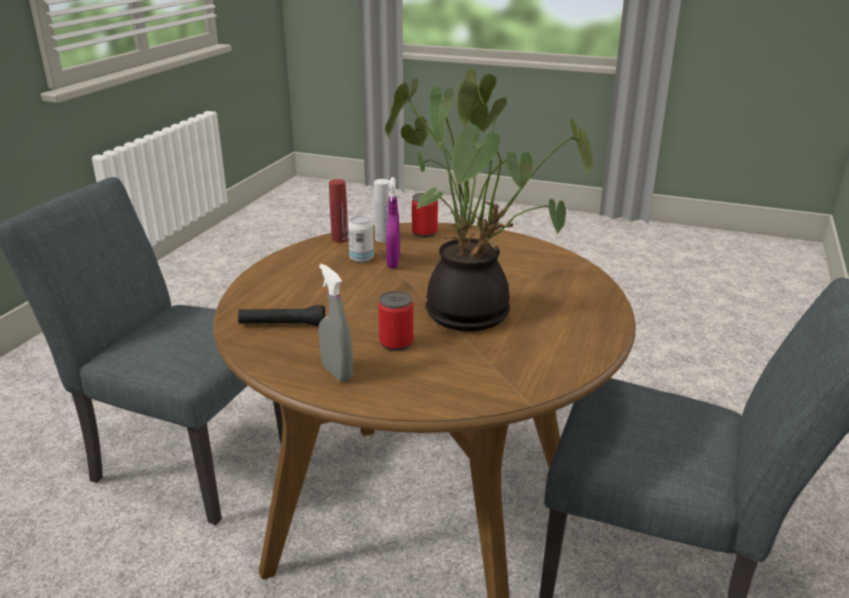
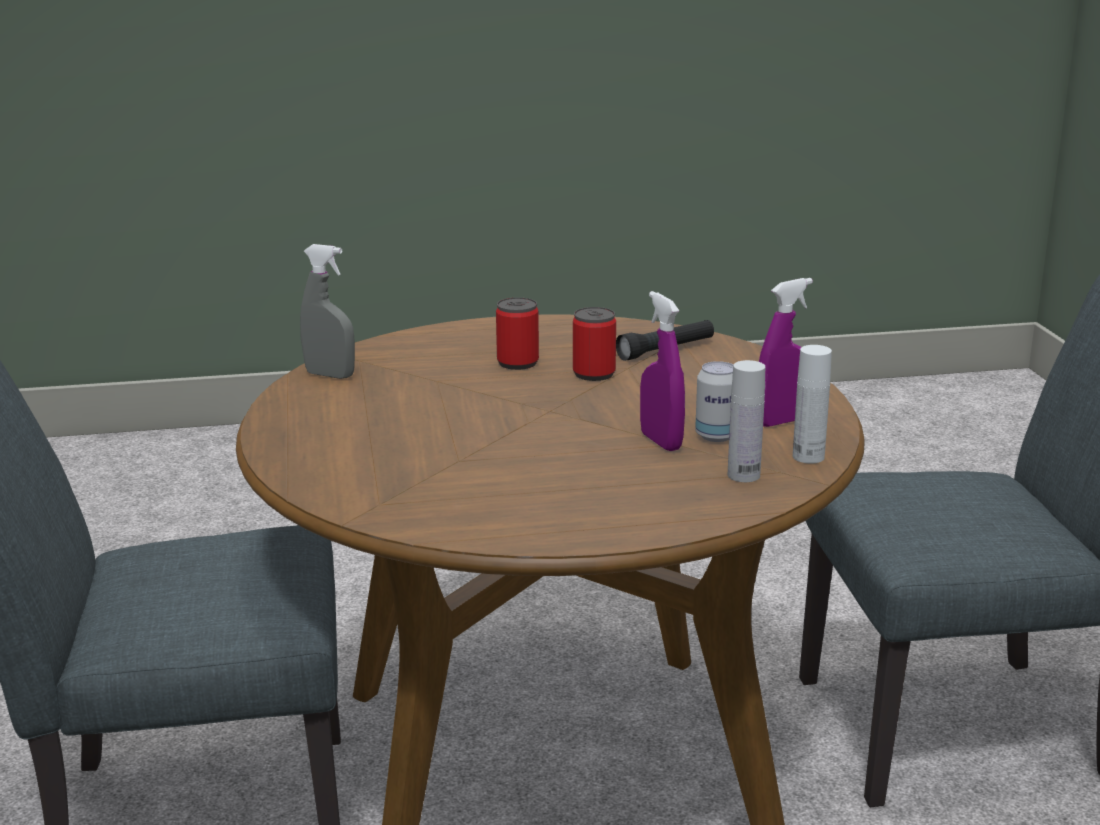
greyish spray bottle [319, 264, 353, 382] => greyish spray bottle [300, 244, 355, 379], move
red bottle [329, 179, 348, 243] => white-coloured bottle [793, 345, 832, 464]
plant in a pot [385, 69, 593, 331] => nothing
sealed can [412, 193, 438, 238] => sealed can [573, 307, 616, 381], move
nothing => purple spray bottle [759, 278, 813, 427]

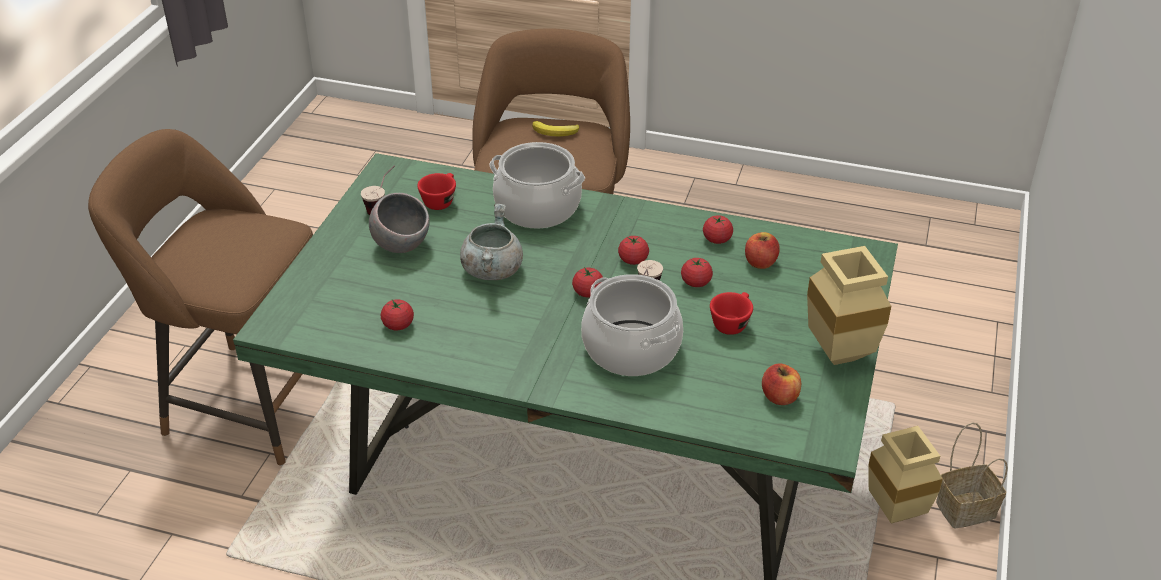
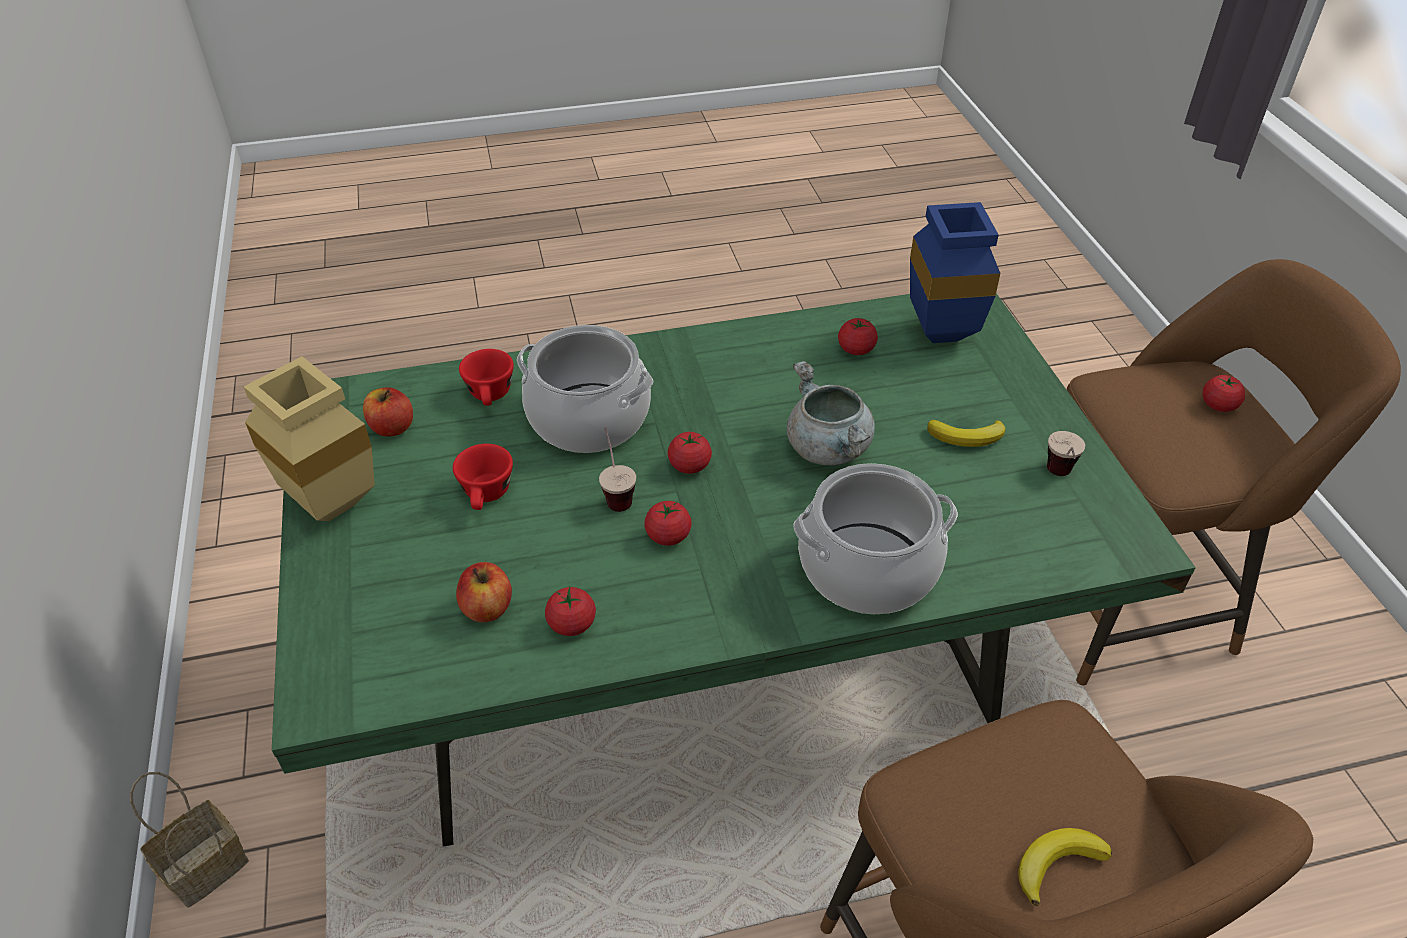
greyish serving bowl [369, 193, 430, 253] => banana fruit [927, 420, 1005, 447]
red small cup [417, 173, 456, 210] => red small cup [459, 349, 514, 406], move
whole tomato [681, 258, 713, 287] => whole tomato [1203, 375, 1245, 412], move
beige-coloured decorative vase [868, 426, 943, 523] => nothing
nothing => blue decorative vase [910, 202, 1001, 343]

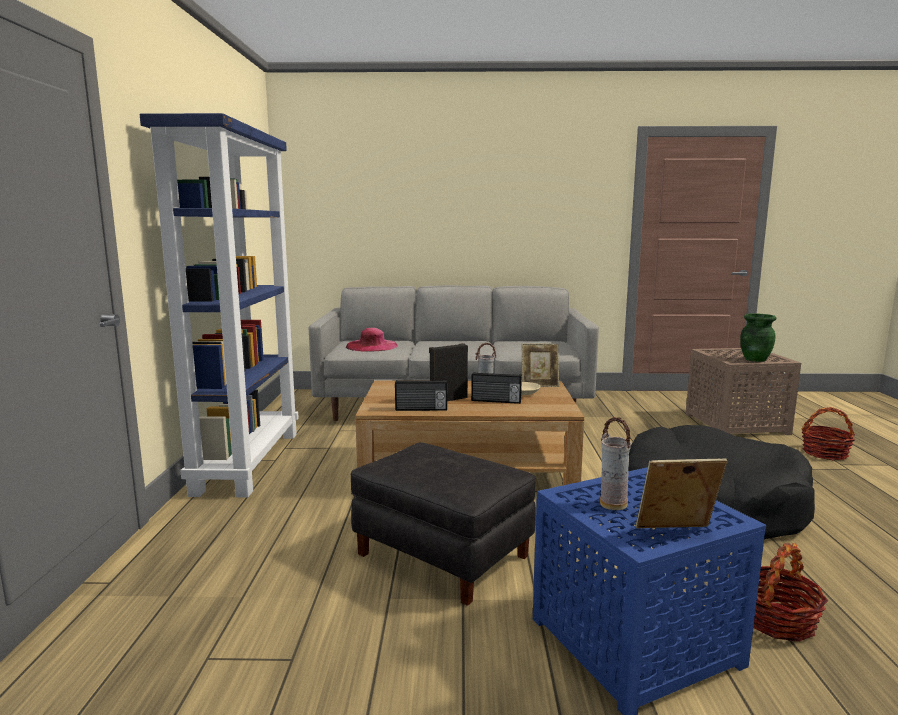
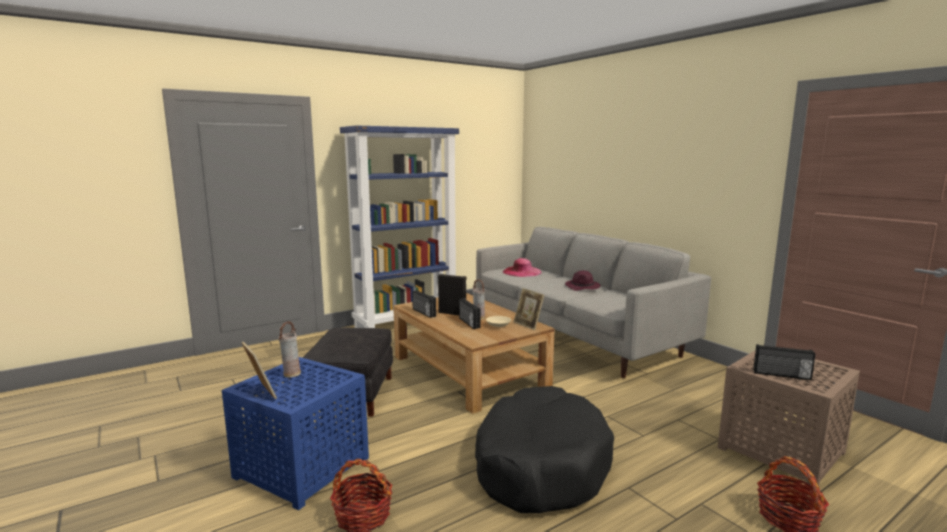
greenish decorative vase [740, 313, 776, 362] => radio [753, 344, 816, 380]
nothing => purple hat [565, 271, 601, 291]

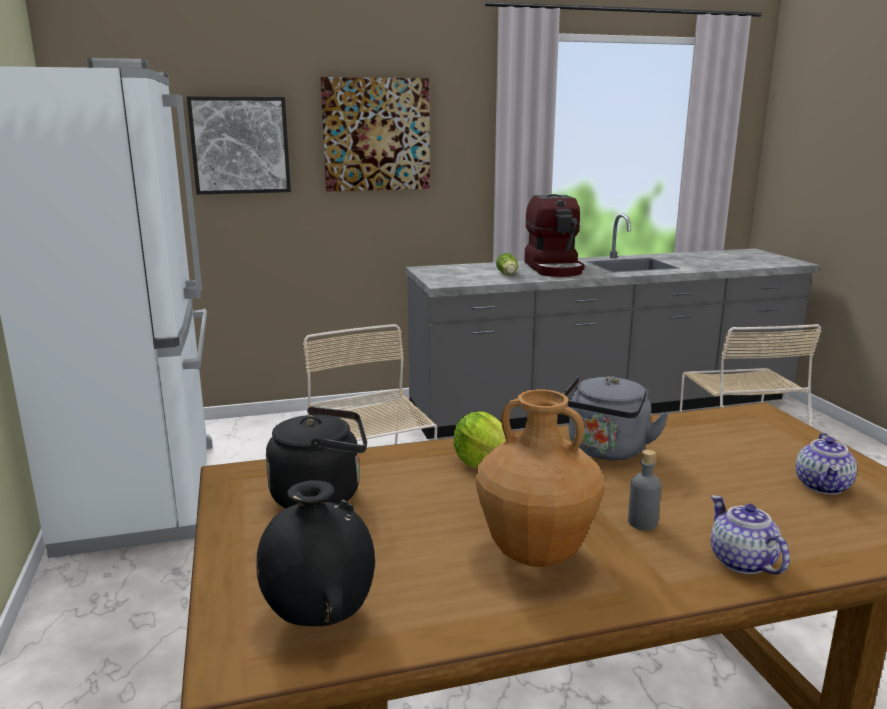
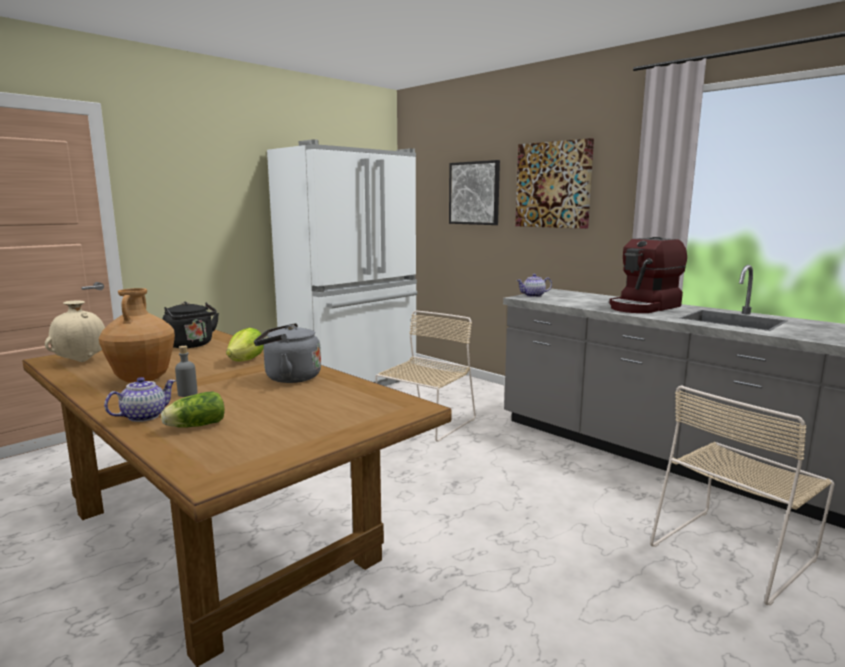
black decorative vase [256, 480, 375, 626] => beige-coloured decorative vase [45, 300, 105, 362]
lettuce [496, 253, 518, 275] => lettuce [161, 391, 225, 428], move
pot for tea [796, 433, 857, 494] => pot for tea [516, 274, 552, 297], move

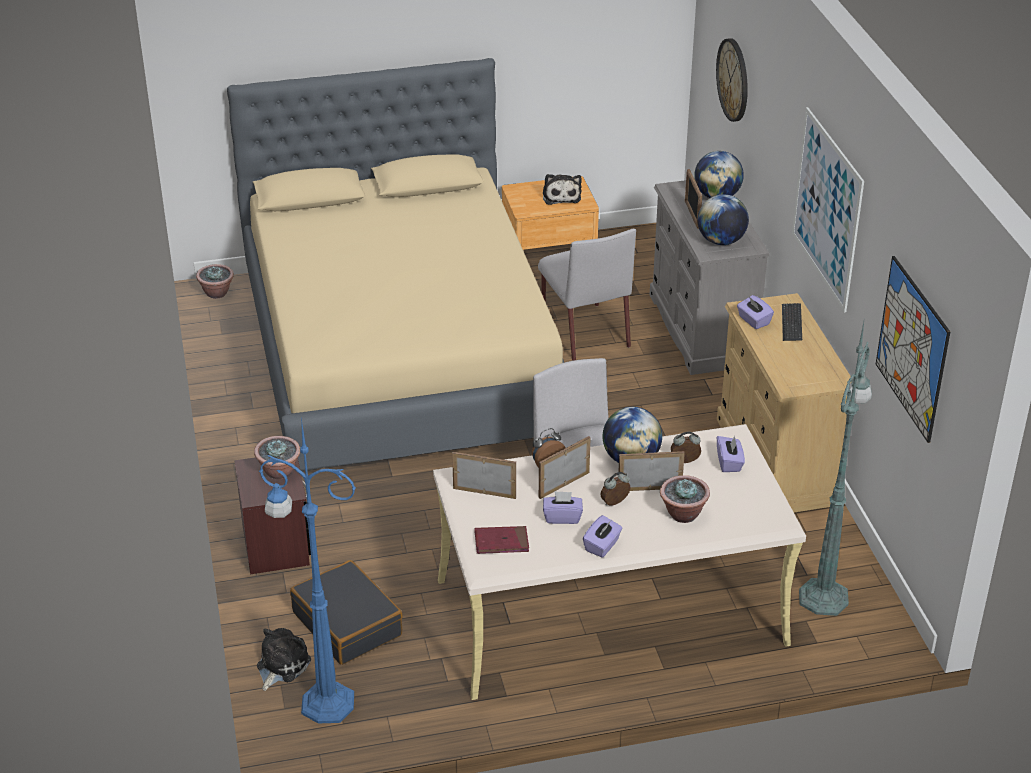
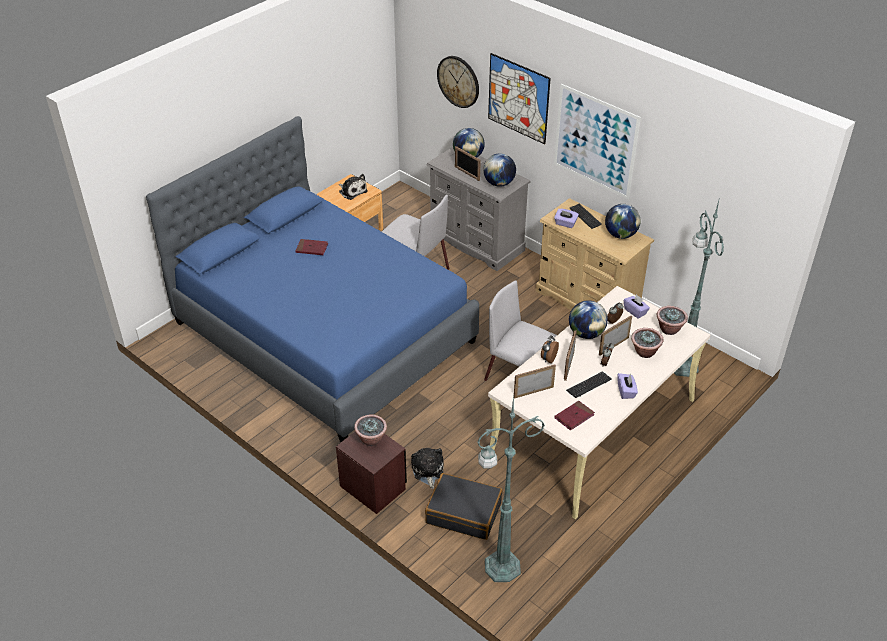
plant in a pot [196, 264, 234, 299] => plant in a pot [657, 306, 688, 335], move
beige-coloured sleeping bed [227, 58, 564, 471] => blue sleeping bed [146, 116, 479, 442]
plush toy [257, 628, 311, 691] => plush toy [411, 448, 444, 489], move
blue standard lamp [259, 418, 356, 724] => greenish standard lamp [477, 396, 545, 582]
purple tissue box [543, 491, 583, 524] => computer keyboard [566, 371, 612, 398]
picture [876, 256, 950, 443] => picture [488, 53, 551, 144], move
nothing => red volume [295, 239, 328, 255]
nothing => world globe [605, 204, 641, 239]

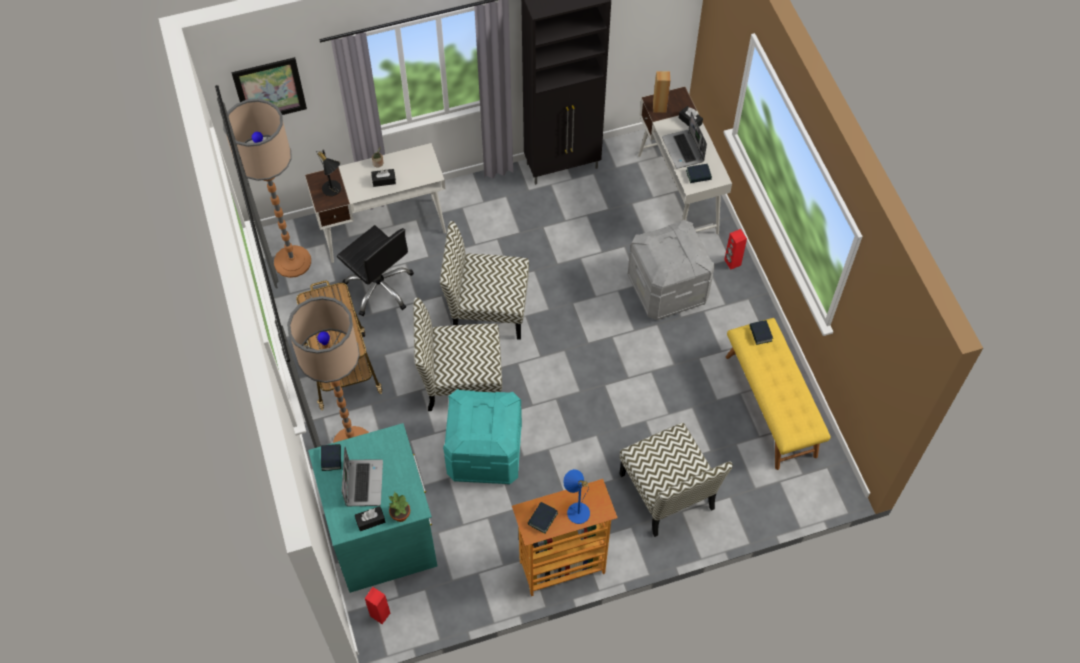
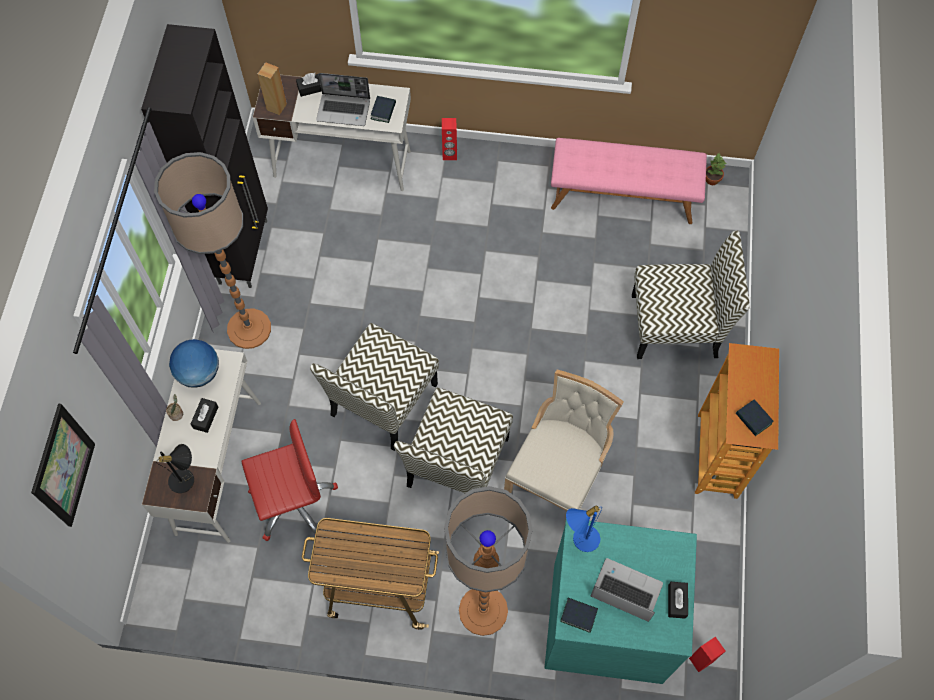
standard lamp [223, 99, 311, 278] => standard lamp [154, 152, 271, 349], move
black office chair [337, 225, 414, 316] => red office chair [241, 419, 338, 541]
plant in a pot [389, 493, 410, 522] => plant in a pot [706, 153, 727, 185], move
blue-green storage container [443, 389, 522, 484] => beige-coloured chair [504, 370, 624, 511]
blue table lamp [563, 469, 590, 524] => blue table lamp [566, 505, 602, 552], move
greyish storage container [628, 220, 715, 320] => nothing
yellowish long seat [726, 318, 831, 470] => pinkish long seat [551, 138, 707, 224]
volume [749, 320, 773, 345] => nothing
nothing => world globe [169, 339, 219, 388]

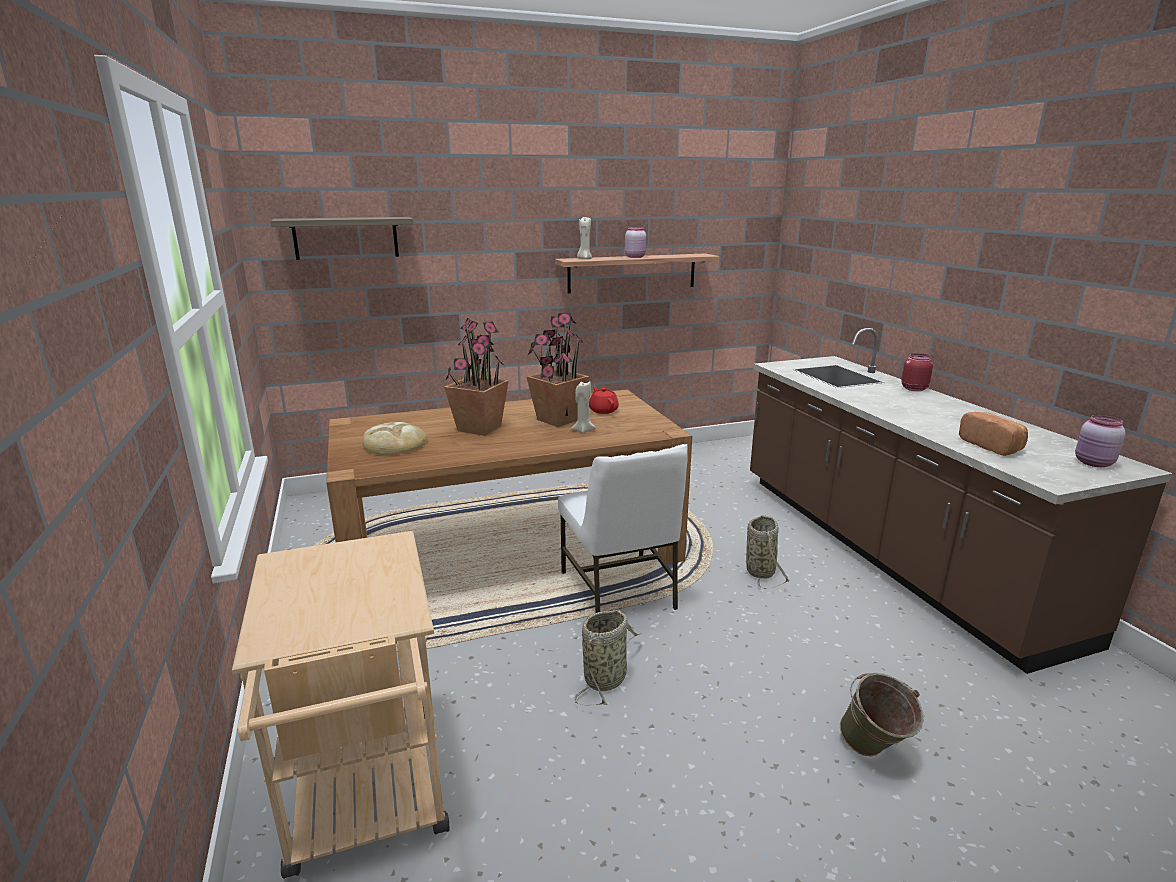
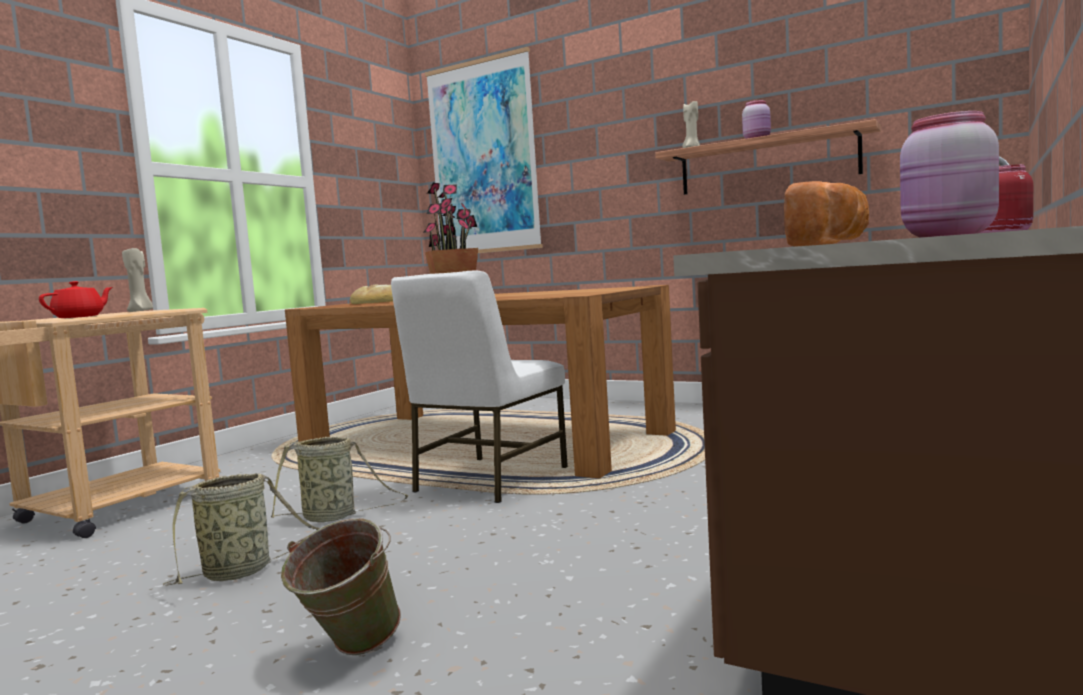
shelf [270, 217, 414, 260] => picture [425, 47, 543, 253]
plant in a pot [526, 313, 589, 427] => nothing
beige-coloured wax light [571, 381, 596, 433] => beige-coloured wax light [122, 248, 153, 312], move
red pot for tea [589, 386, 619, 414] => red pot for tea [39, 281, 113, 318], move
storage basket [746, 515, 790, 589] => storage basket [163, 473, 320, 586], move

